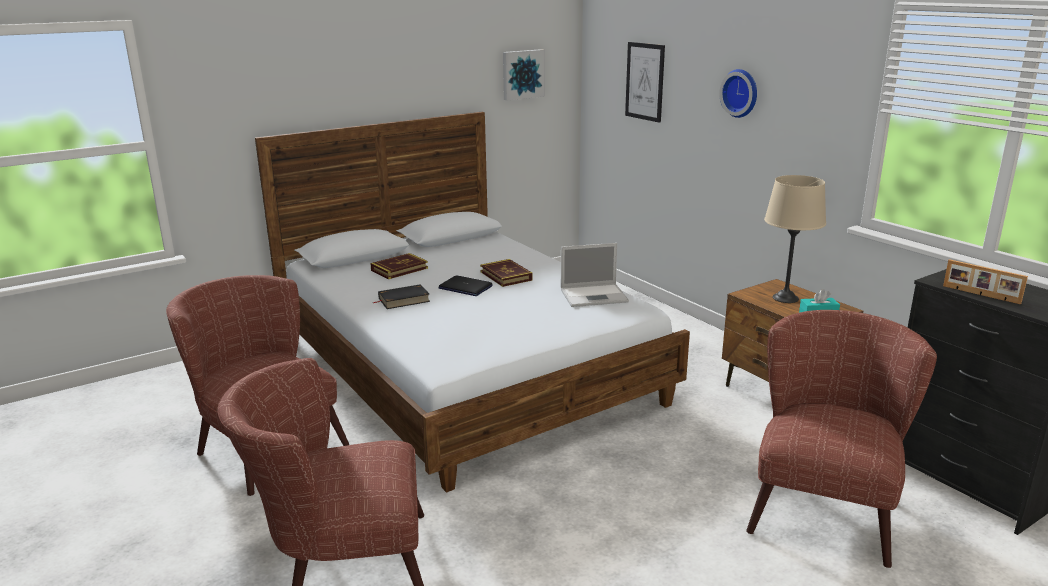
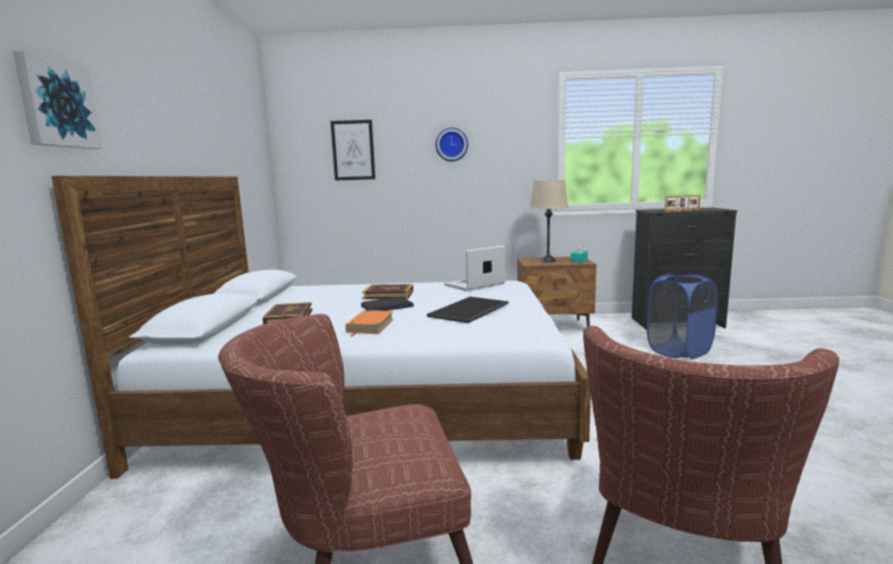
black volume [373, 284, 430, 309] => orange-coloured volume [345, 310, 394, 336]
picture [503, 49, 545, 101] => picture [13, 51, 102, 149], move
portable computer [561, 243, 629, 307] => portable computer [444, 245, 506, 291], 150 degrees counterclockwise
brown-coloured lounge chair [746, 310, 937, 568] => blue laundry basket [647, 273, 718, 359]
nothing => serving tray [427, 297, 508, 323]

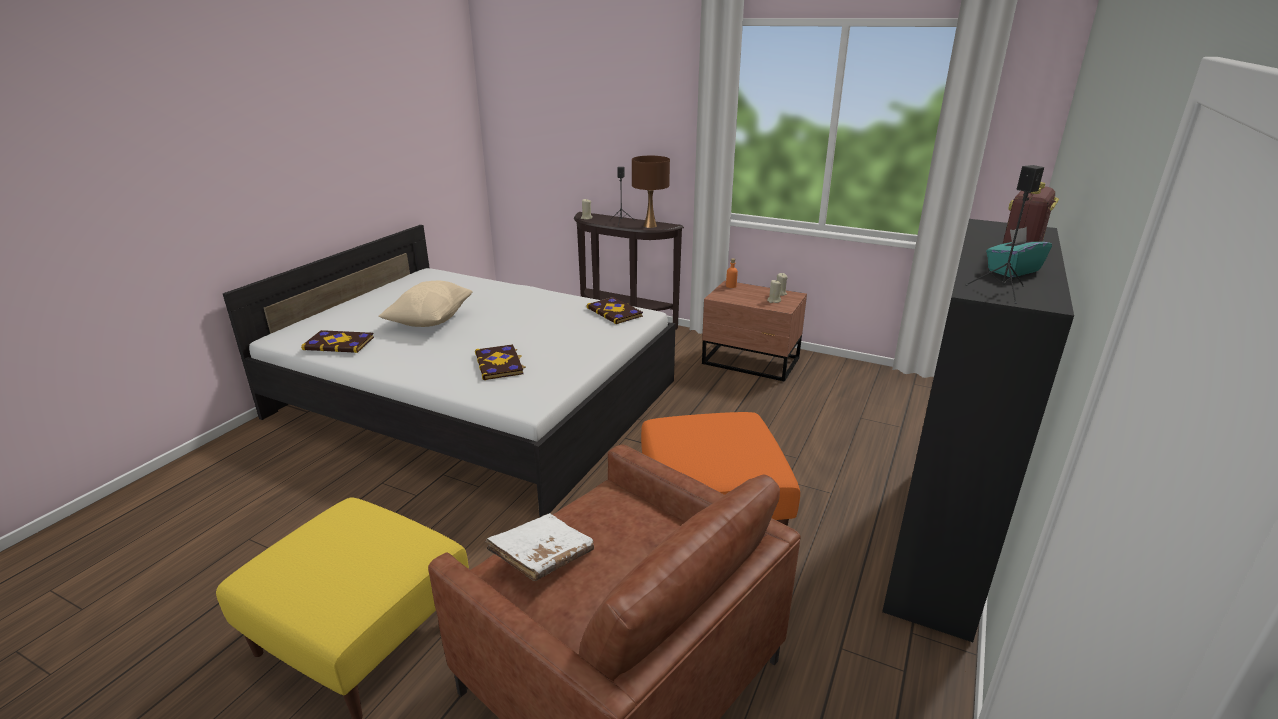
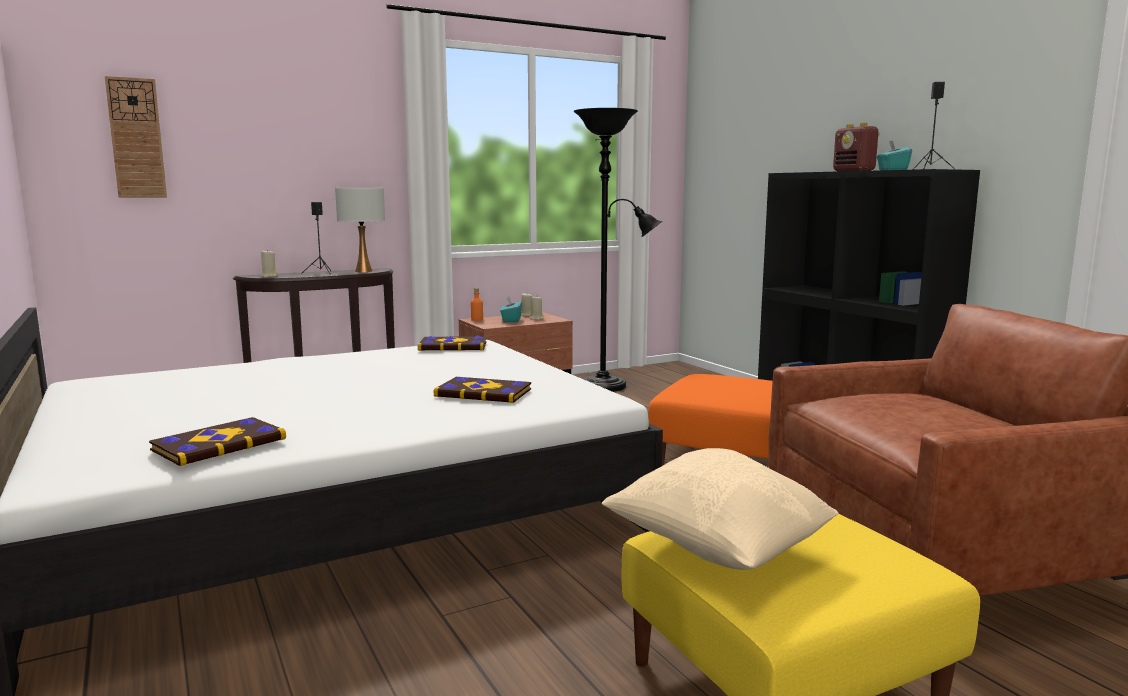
beige-coloured pillow [379, 281, 473, 327] => beige-coloured pillow [602, 448, 839, 570], move
white-coloured volume [486, 513, 594, 581] => nothing
brown-coloured table lamp [632, 156, 670, 228] => white-coloured table lamp [335, 188, 385, 272]
nothing => hanging clock [105, 76, 167, 198]
nothing => blue-green tissue box [500, 297, 522, 322]
nothing => black standard lamp [574, 108, 662, 392]

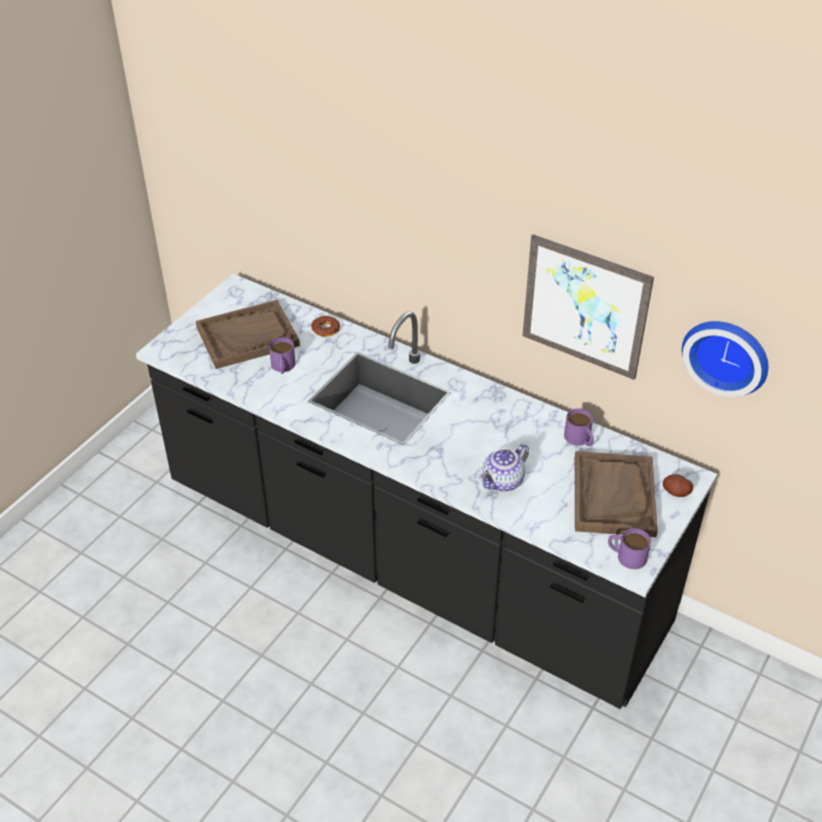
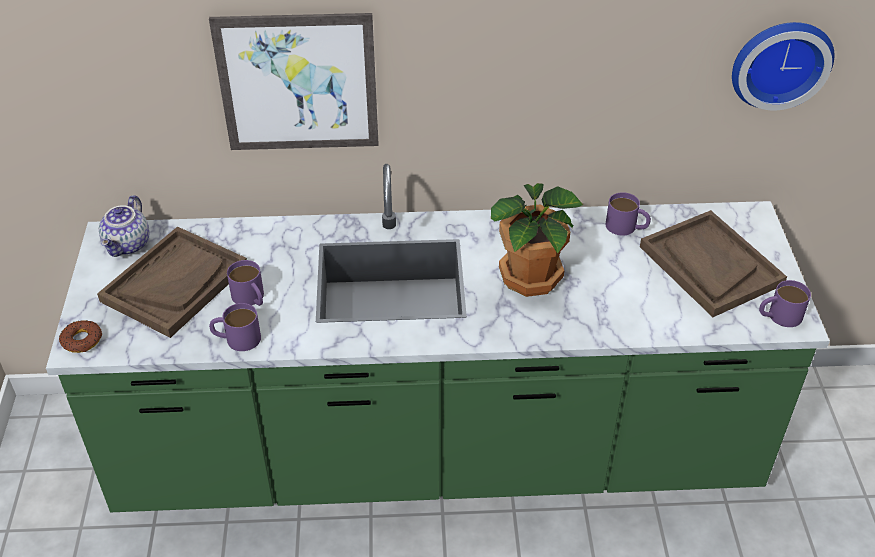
black counter [136, 274, 717, 709] => greenish counter [46, 164, 830, 512]
doughnut [311, 316, 340, 337] => doughnut [59, 320, 102, 353], move
pot for tea [479, 444, 529, 492] => pot for tea [99, 195, 150, 257], move
picture [523, 234, 654, 380] => picture [209, 13, 379, 150], move
whole potato [663, 474, 693, 497] => nothing
nothing => purple coffee mug [209, 303, 261, 351]
nothing => plant in a pot [491, 183, 583, 297]

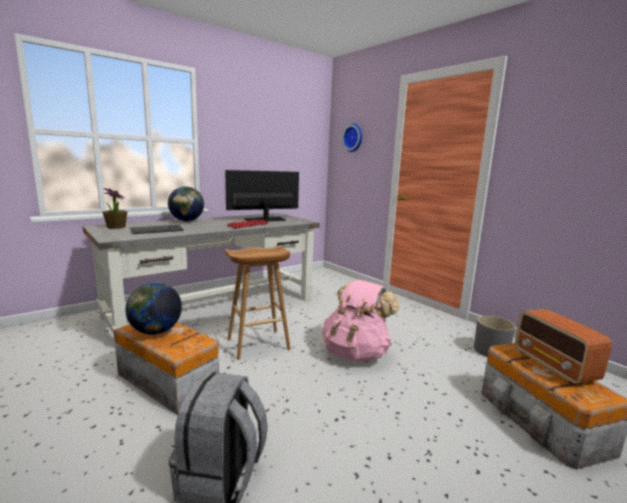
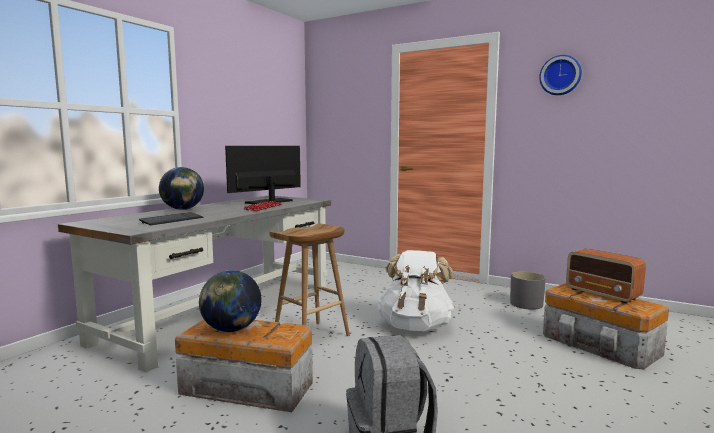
plant in a pot [102, 188, 128, 229] => nothing
pinkish backpack [322, 280, 400, 362] => white-coloured backpack [378, 250, 455, 331]
hanging clock [342, 123, 362, 152] => hanging clock [539, 55, 582, 95], move

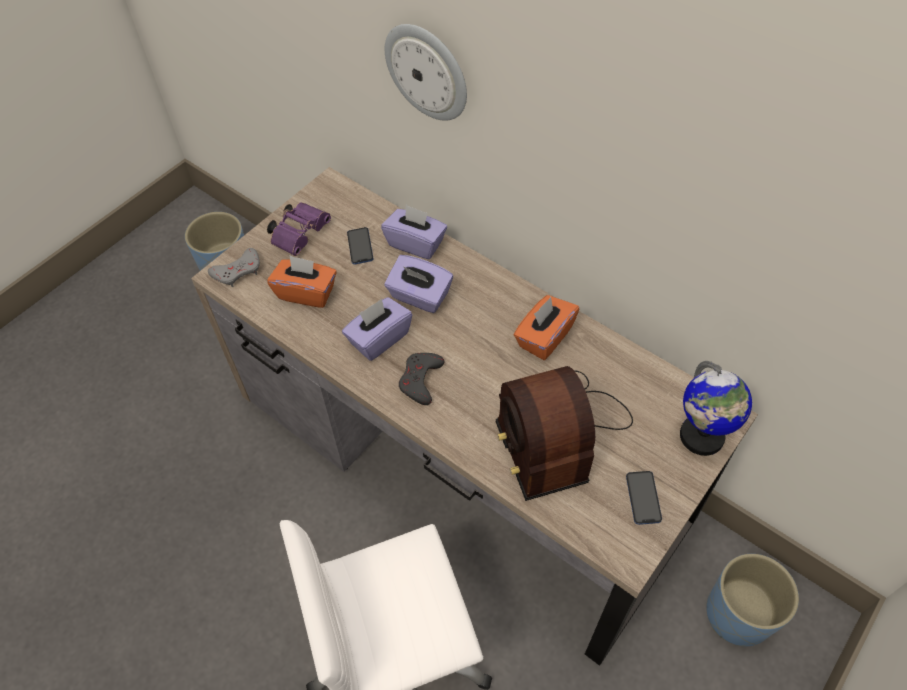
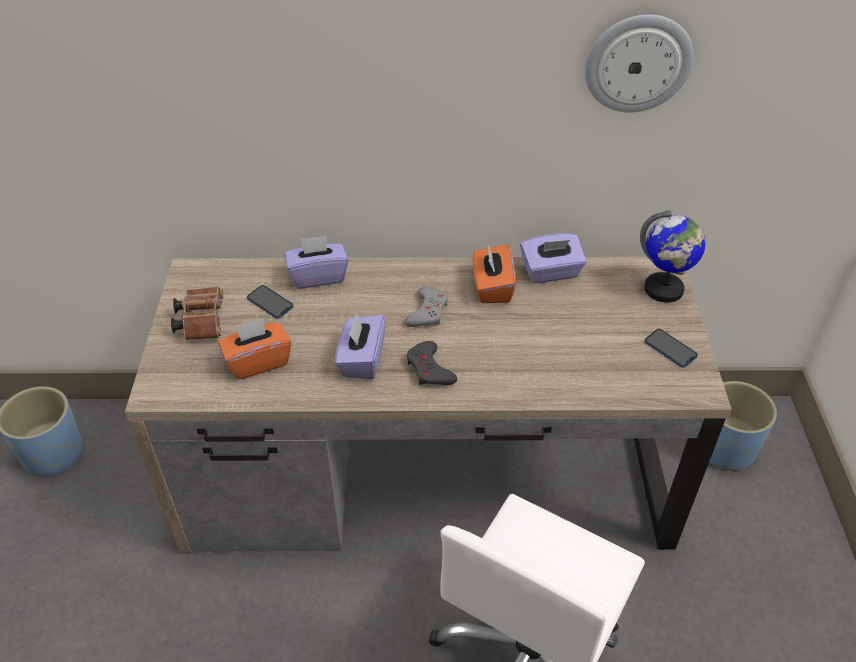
greyish game controller [208, 248, 260, 287] => greyish game controller [404, 286, 448, 327], move
purple binoculars [267, 202, 331, 256] => brown-coloured binoculars [171, 287, 224, 340]
hanging clock [385, 24, 467, 121] => hanging clock [585, 14, 694, 113], move
purple tissue box [385, 255, 453, 313] => purple tissue box [520, 233, 586, 283], move
radio [496, 366, 633, 501] => nothing

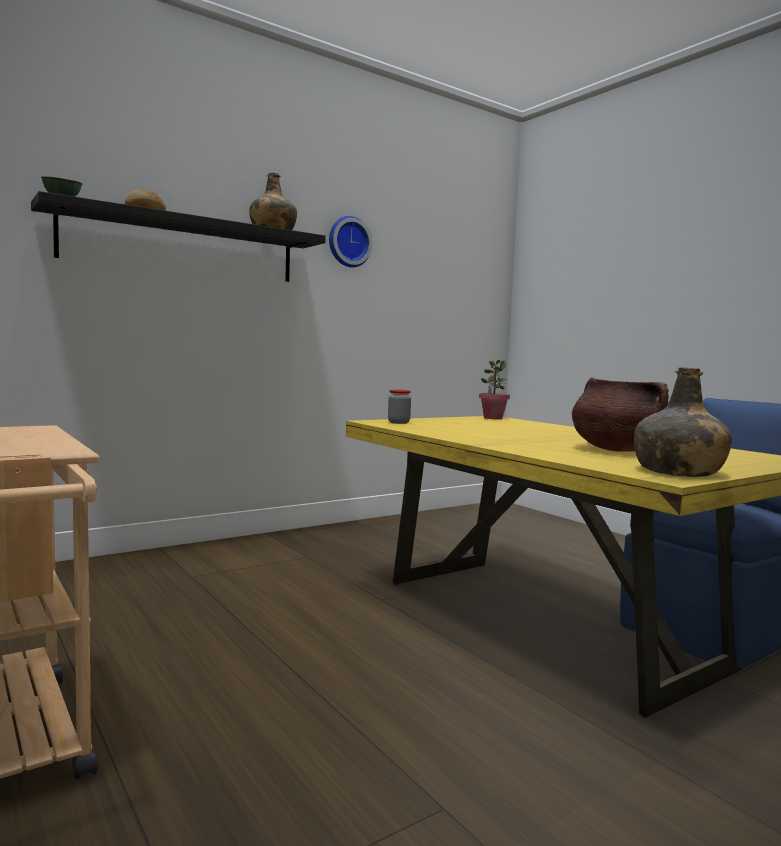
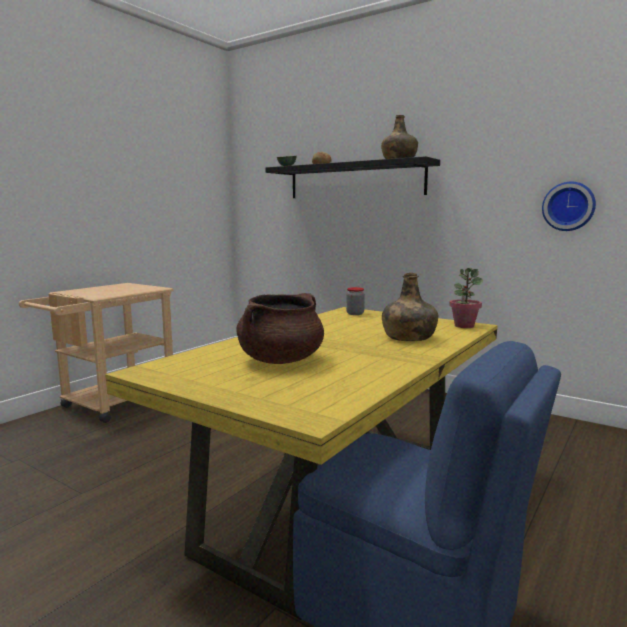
hanging clock [329, 216, 372, 267] => hanging clock [542, 182, 596, 231], move
greenish bottle [634, 367, 732, 477] => greenish bottle [382, 273, 438, 341], move

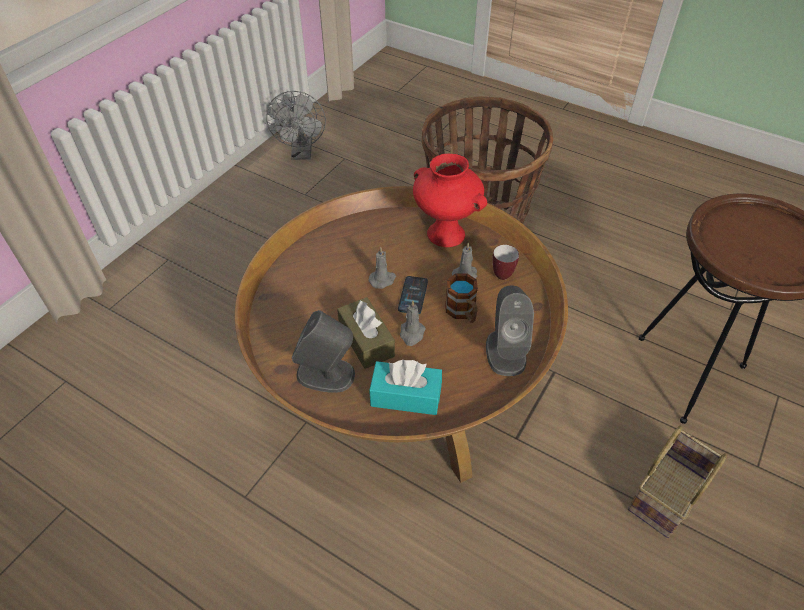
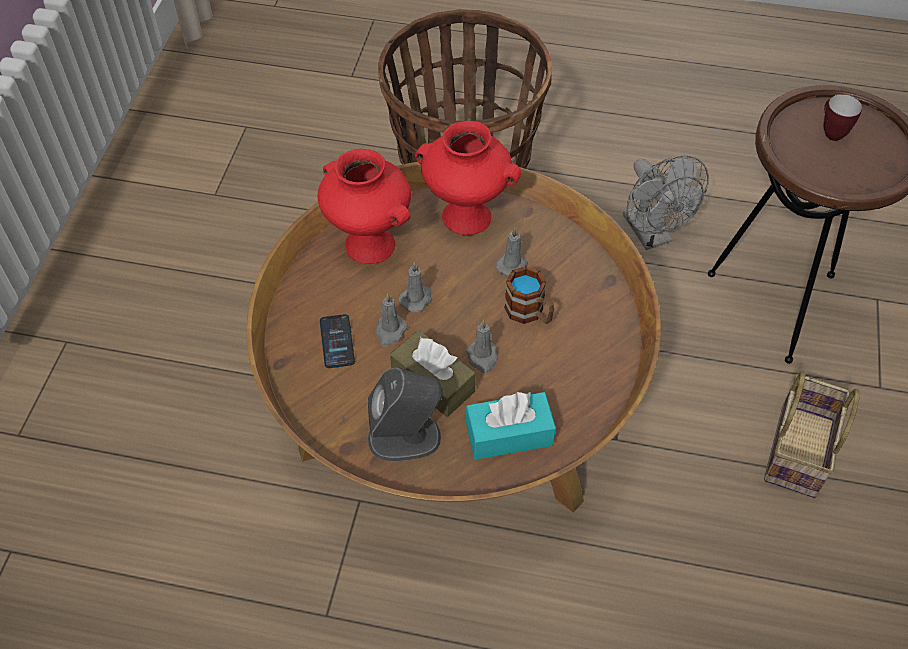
greyish electric fan [266, 91, 326, 160] => greyish electric fan [623, 156, 709, 250], move
handset [398, 276, 428, 314] => handset [320, 314, 355, 368], move
greyish loudspeaker [486, 286, 534, 376] => nothing
coffee mug [492, 245, 519, 280] => coffee mug [824, 94, 862, 141], move
nothing => red decorative vase [318, 149, 411, 264]
nothing => greyish wax light [375, 294, 408, 347]

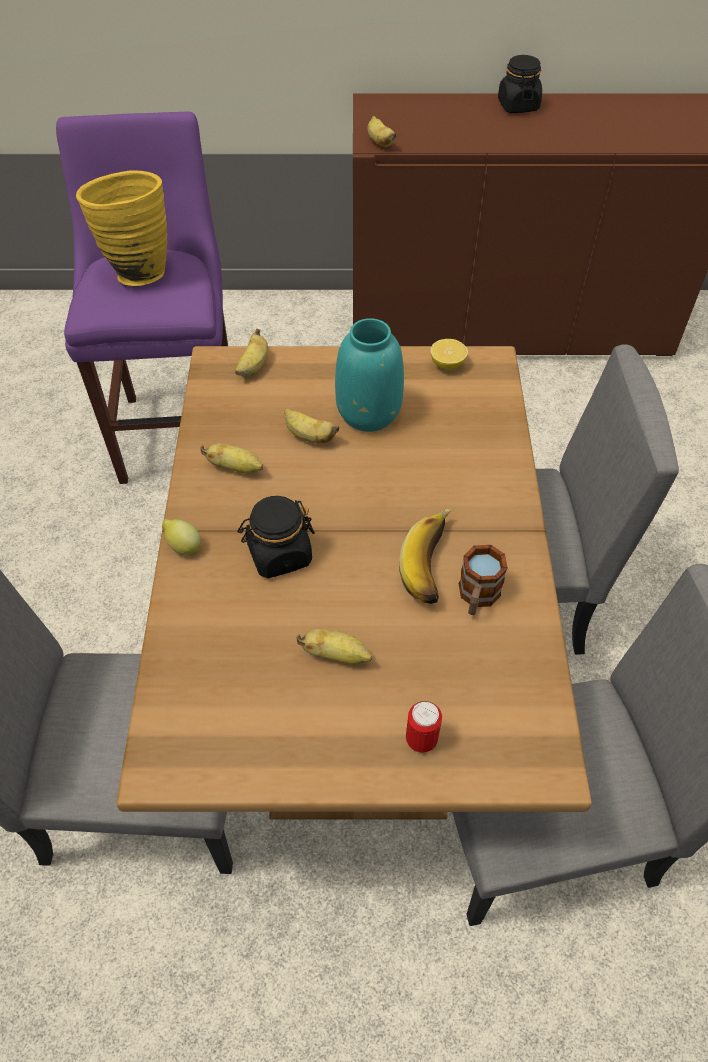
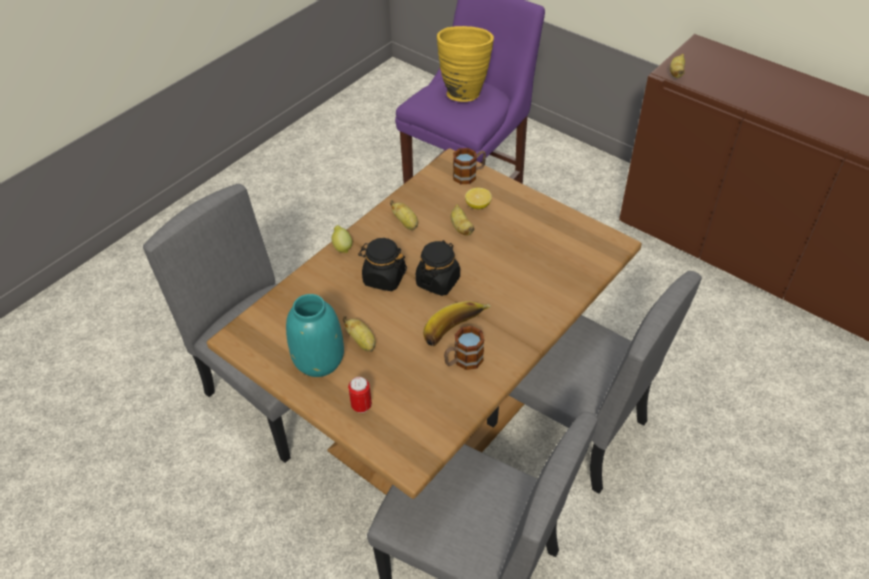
banana fruit [235, 329, 268, 377] => coffee mug [453, 148, 486, 184]
blue-green decorative vase [335, 318, 404, 432] => blue-green decorative vase [286, 294, 344, 377], move
whole lemon [430, 339, 468, 370] => whole lemon [465, 188, 492, 209], move
black preserve jar [498, 55, 542, 113] => black preserve jar [416, 240, 460, 296], move

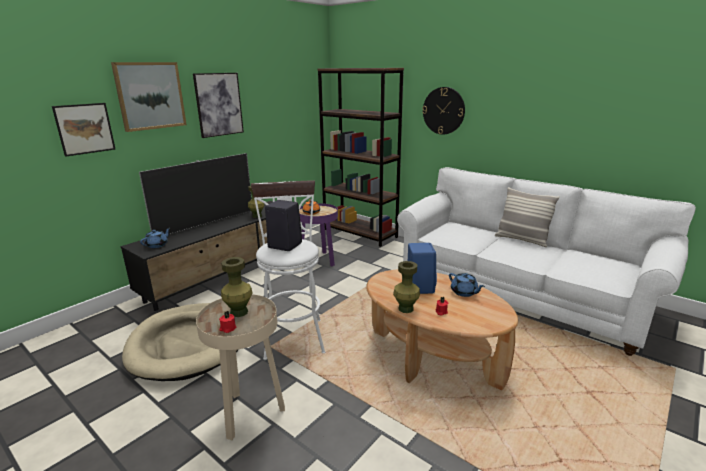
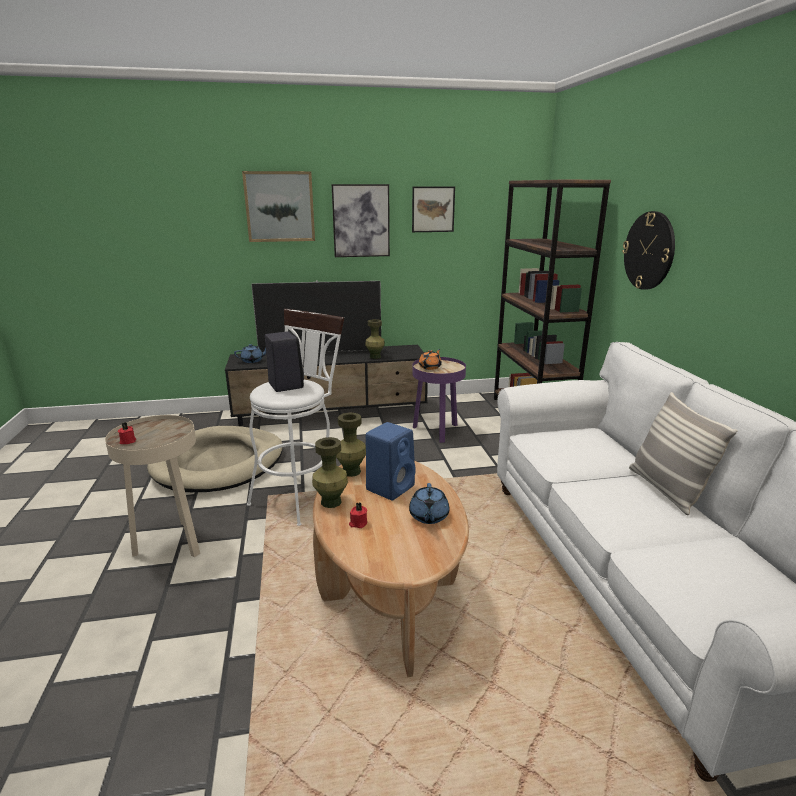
picture [52, 103, 115, 156] => picture [412, 187, 455, 232], move
greenish decorative vase [221, 257, 253, 317] => greenish decorative vase [336, 413, 366, 477], move

